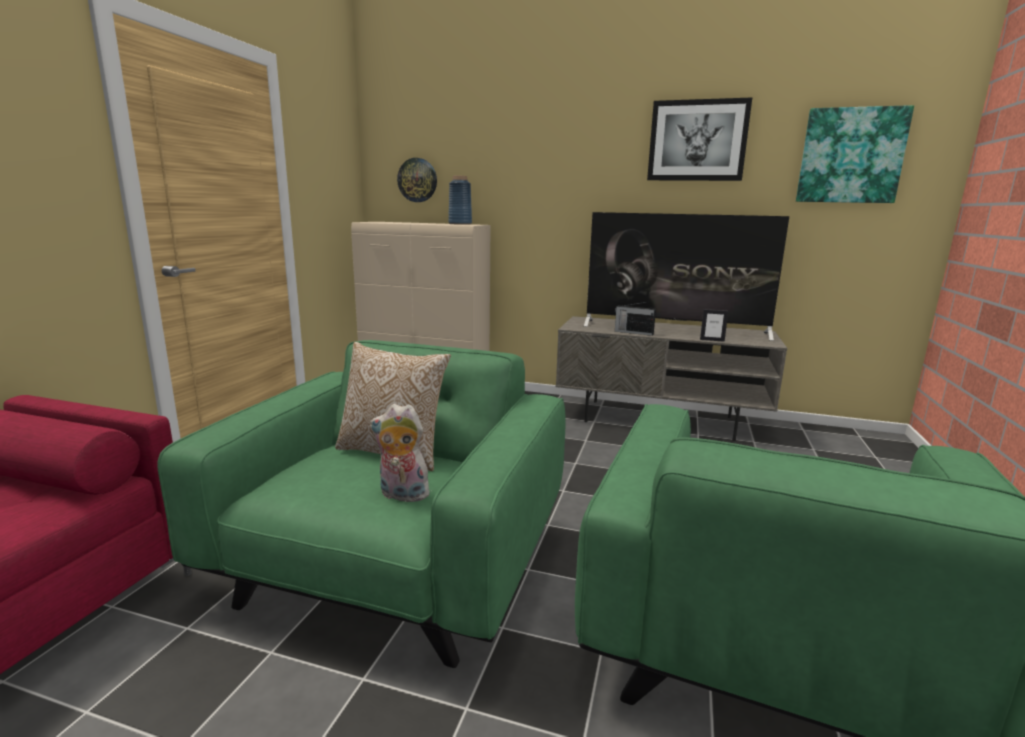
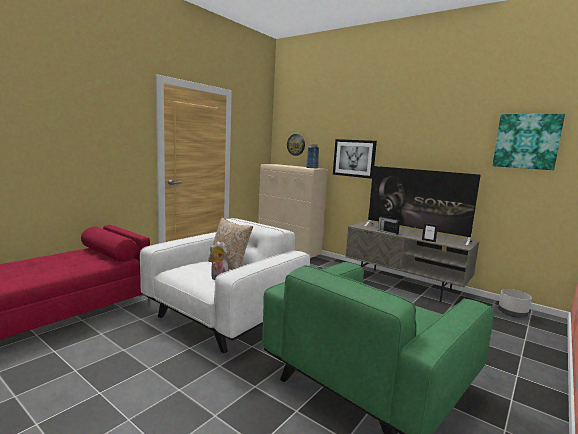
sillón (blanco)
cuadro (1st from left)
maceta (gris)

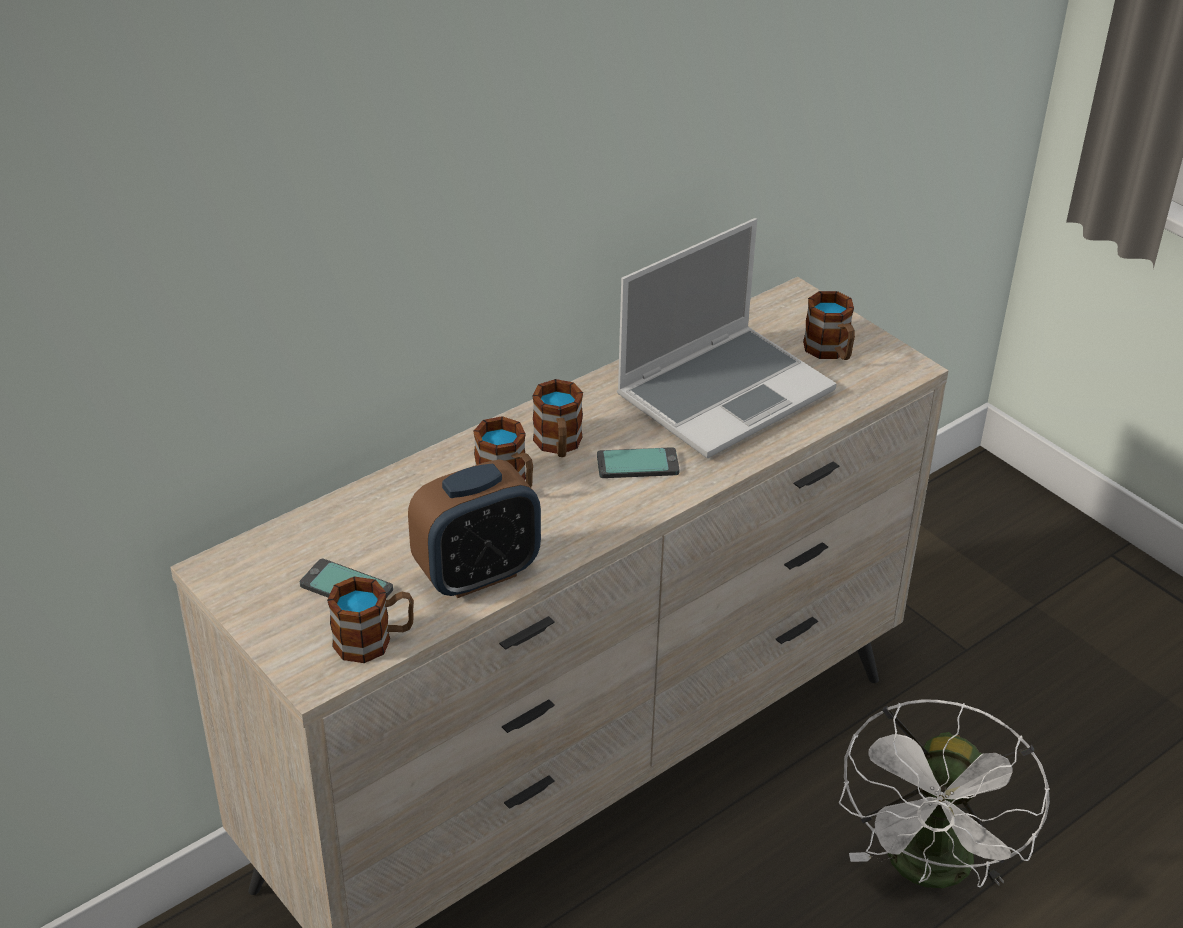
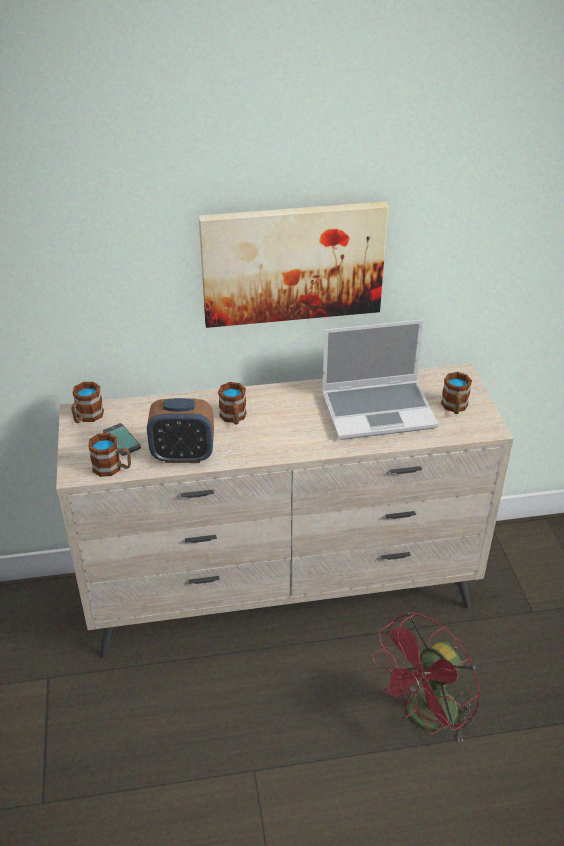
taza grande (1st from left)
móvil (2nd from left in the first image)
ventilador (rojo)
cuadro

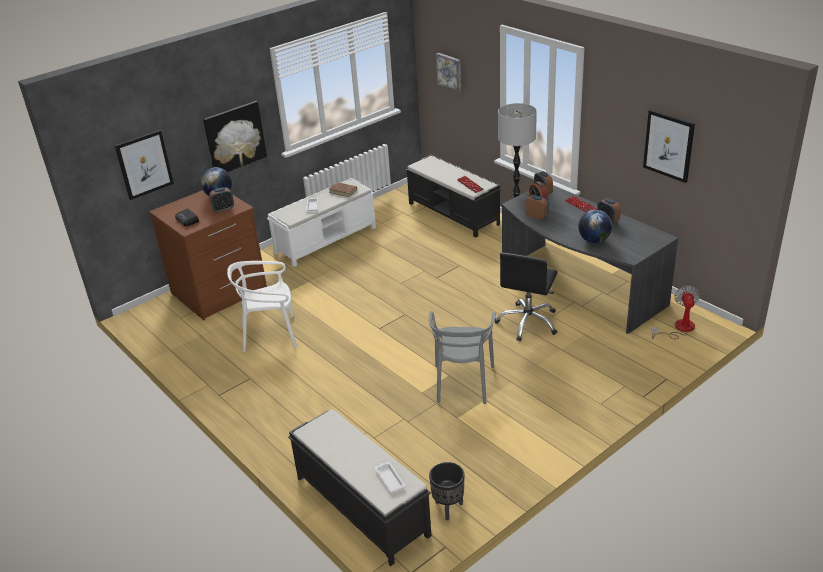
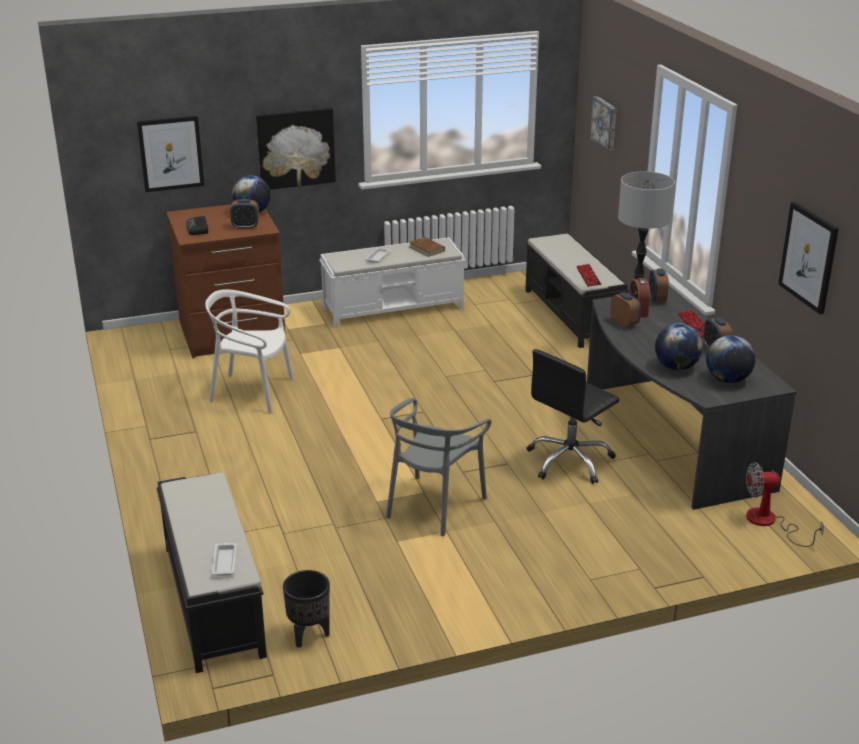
ventilador
globo terráqueo (3rd from left)

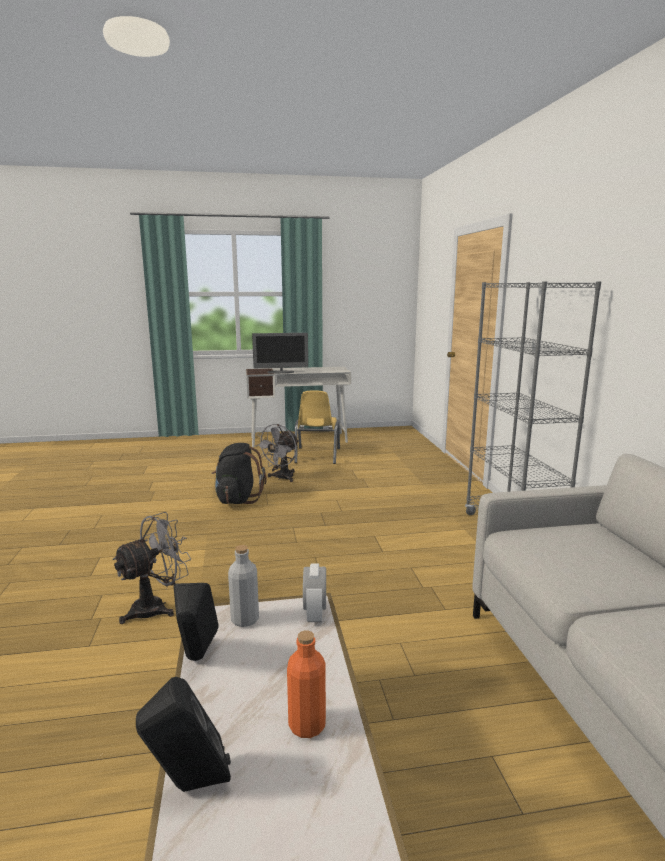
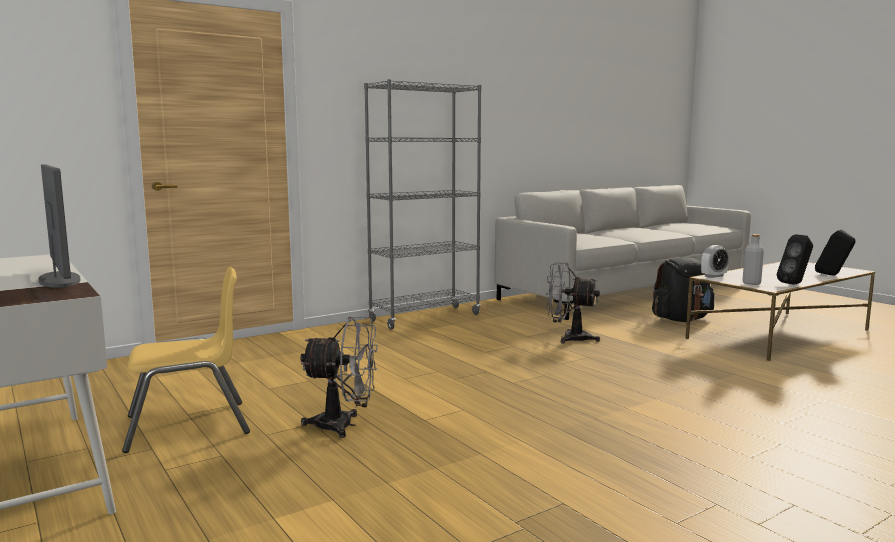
ventilador (gris) (2nd from left)
mochila (negro)
botella (naranja)

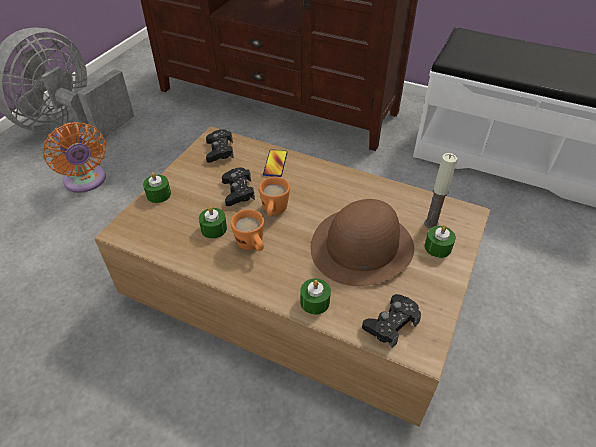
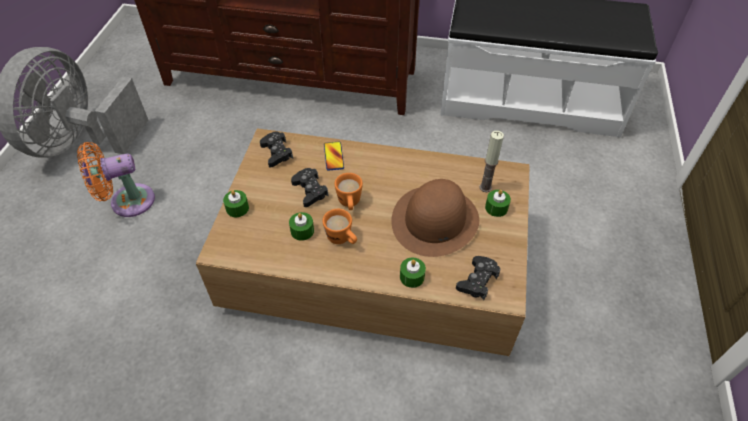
ventilador (naranja)

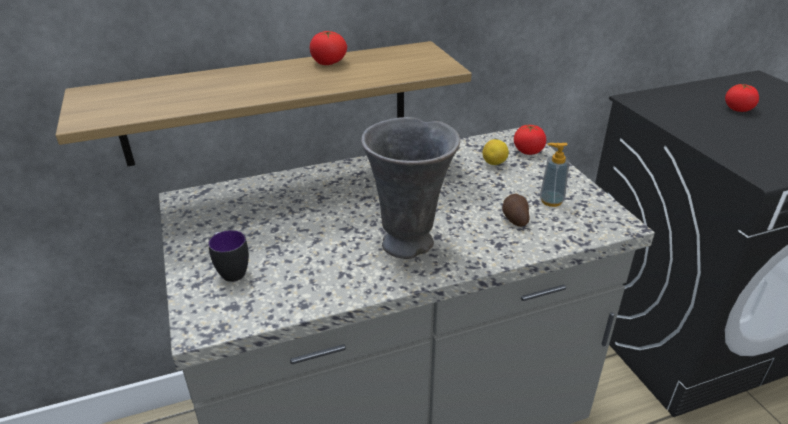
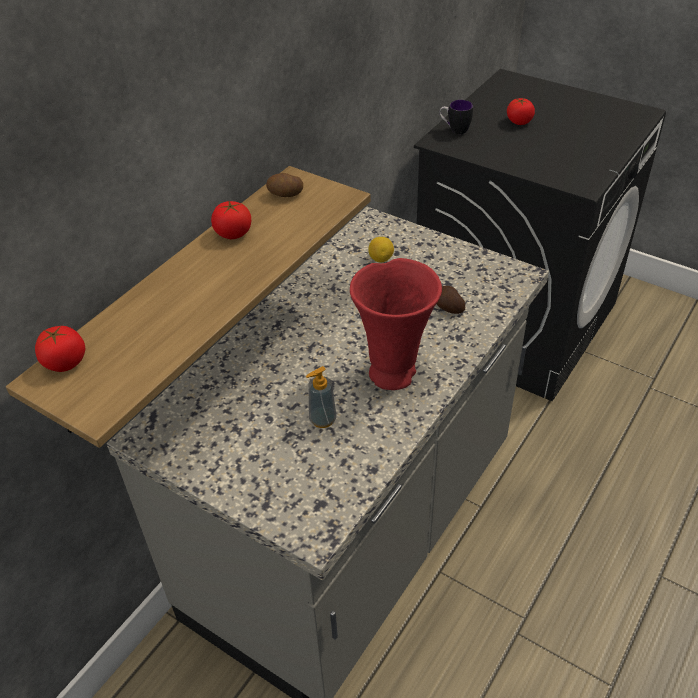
taza grande
florero (rojo)
tomate (1st from left)
dispensador de jabón
patata (1st from left)

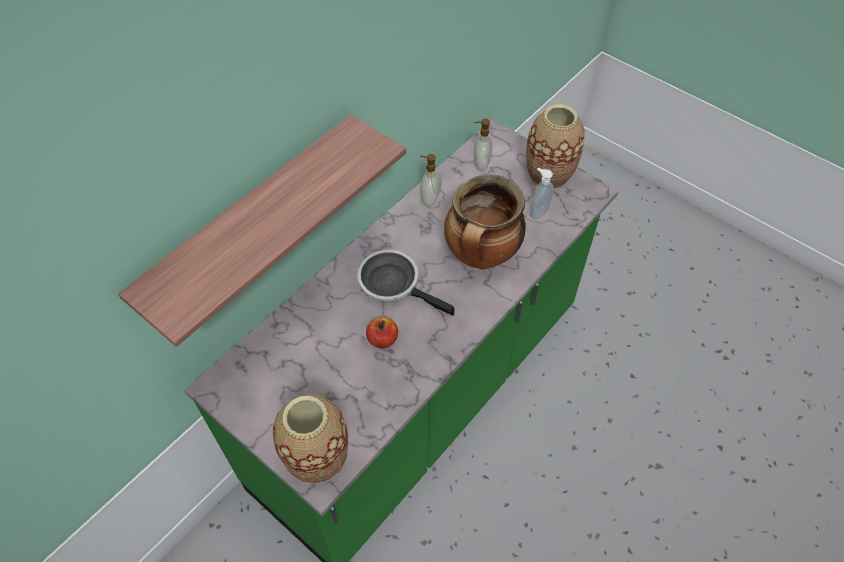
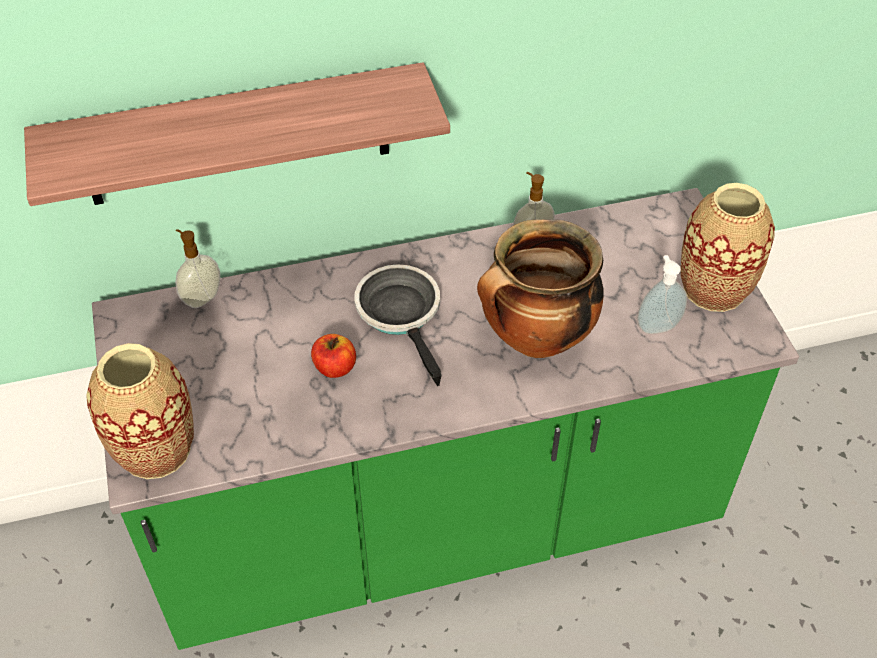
dispensador de jabón (1st from left)

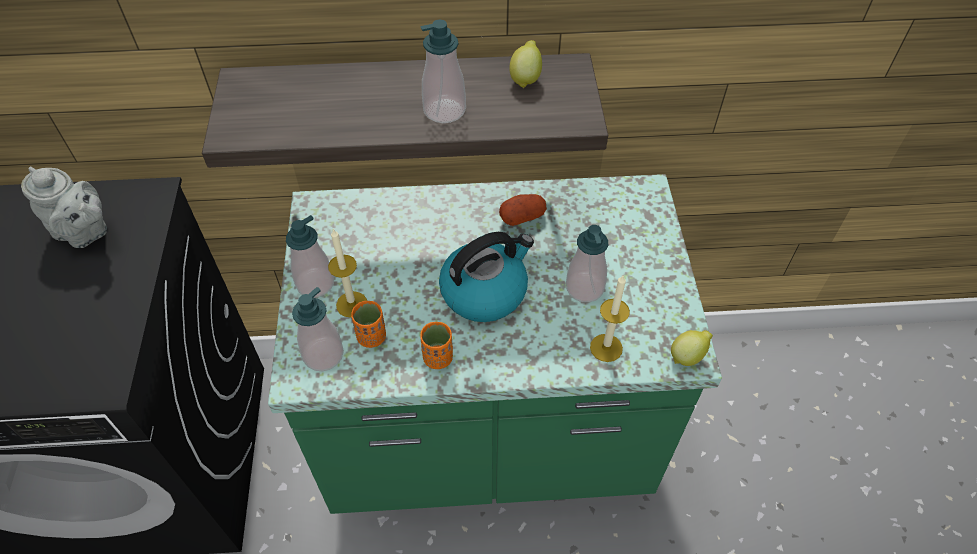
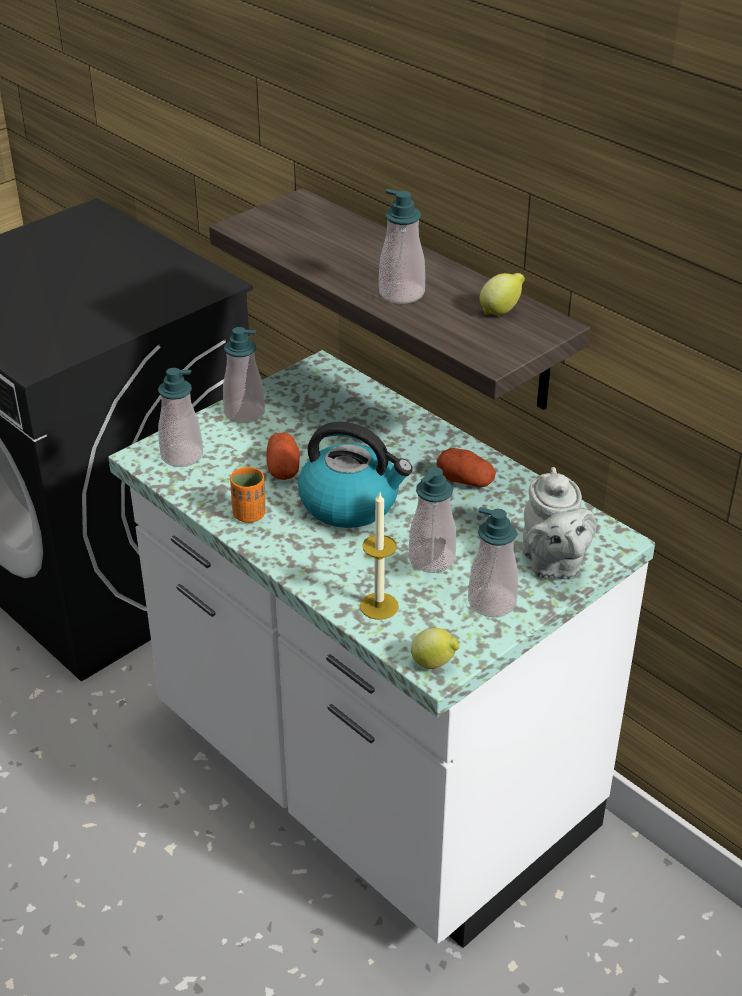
tetera (gris)
mueble bajo de cocina (blanco)
vela (1st from left in the first image)
taza (naranja) (1st from left in the first image)
patata (1st from left)
dispensador de jabón (5th from left)

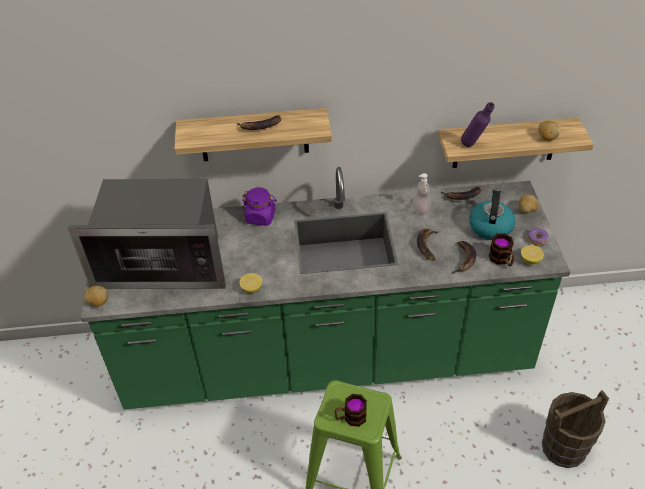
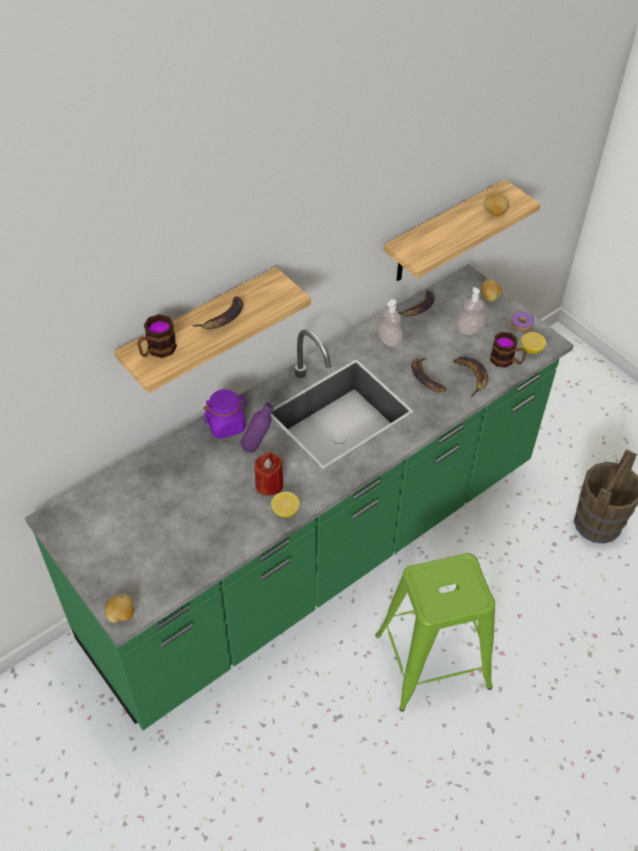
microondas
taza grande (1st from left)
botella (morado)
dispensador de jabón (2nd from left)
vela (rojo)

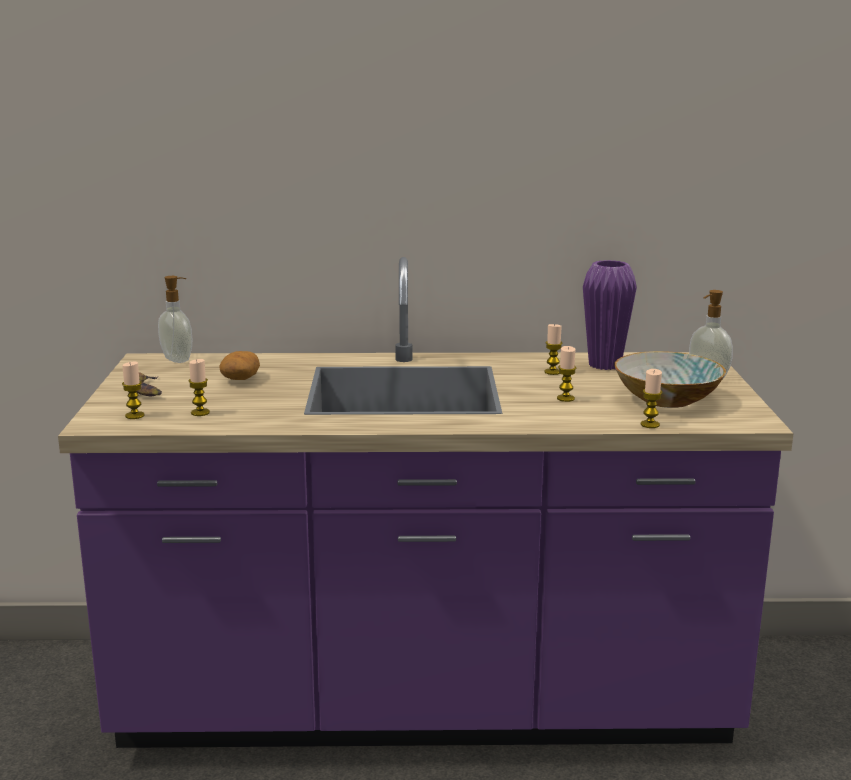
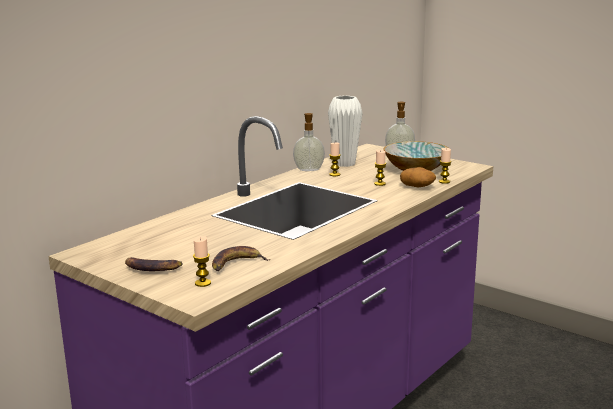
dispensador de jabón (1st from left)
plátano (2nd from left)
patata
florero (blanco)

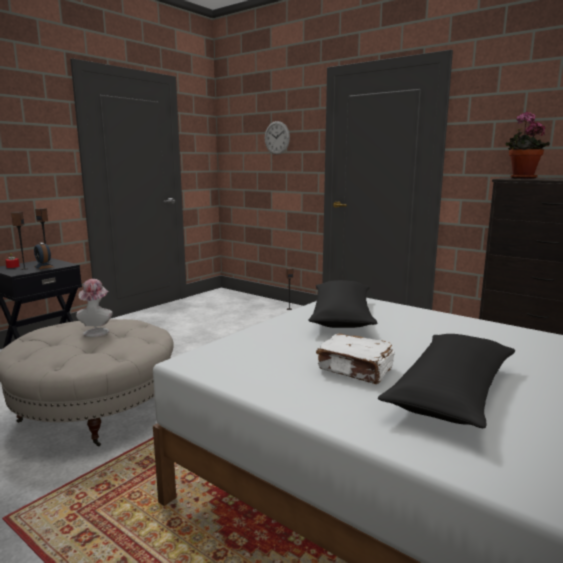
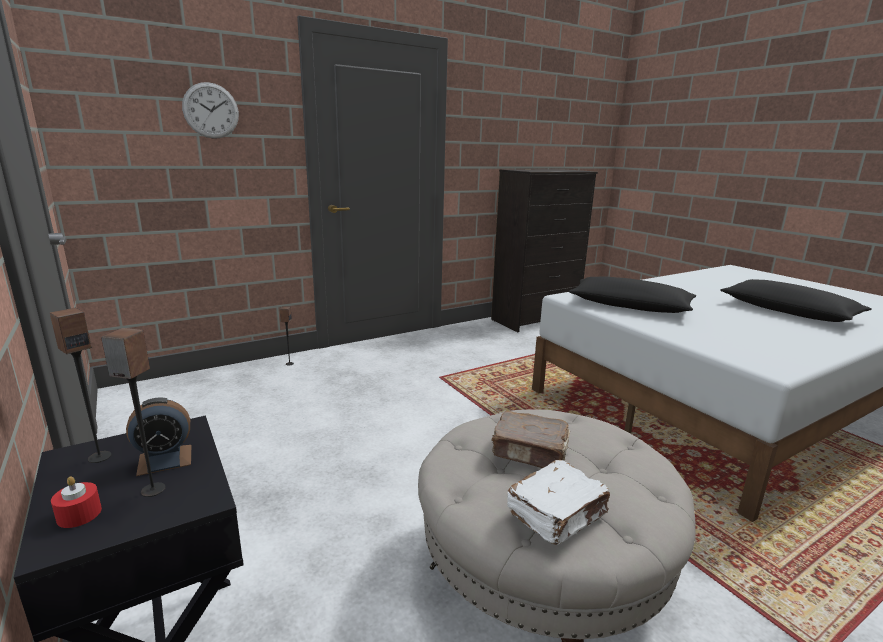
libro (marrón)
libro (blanco)
planta en maceta

